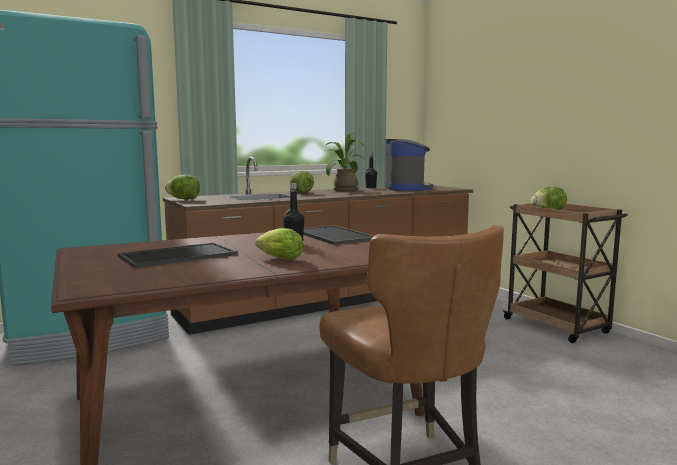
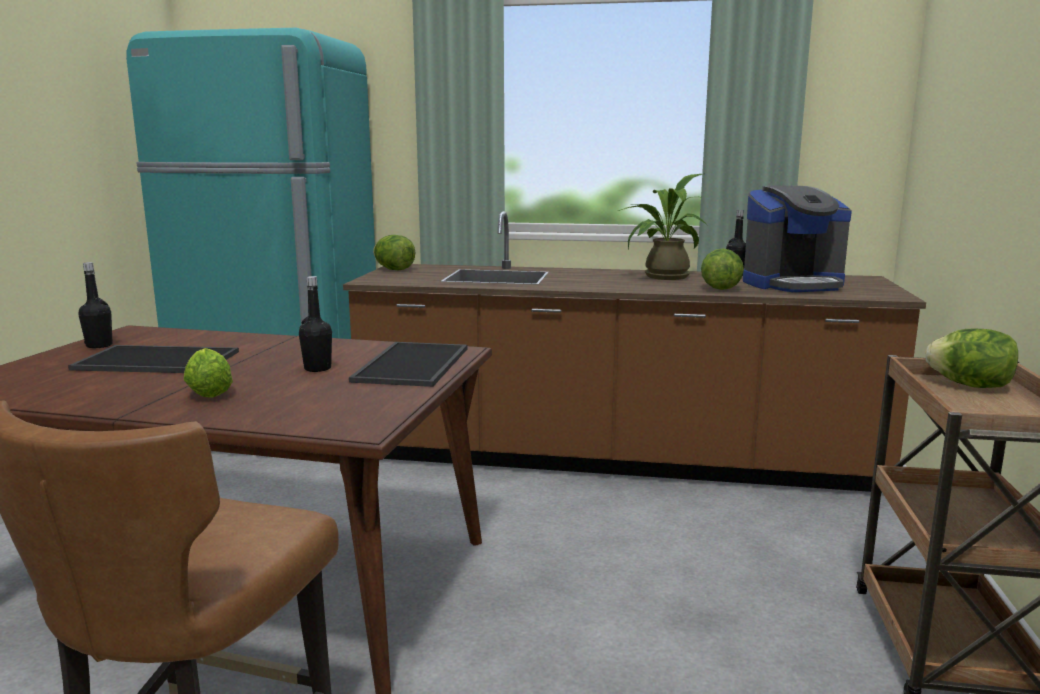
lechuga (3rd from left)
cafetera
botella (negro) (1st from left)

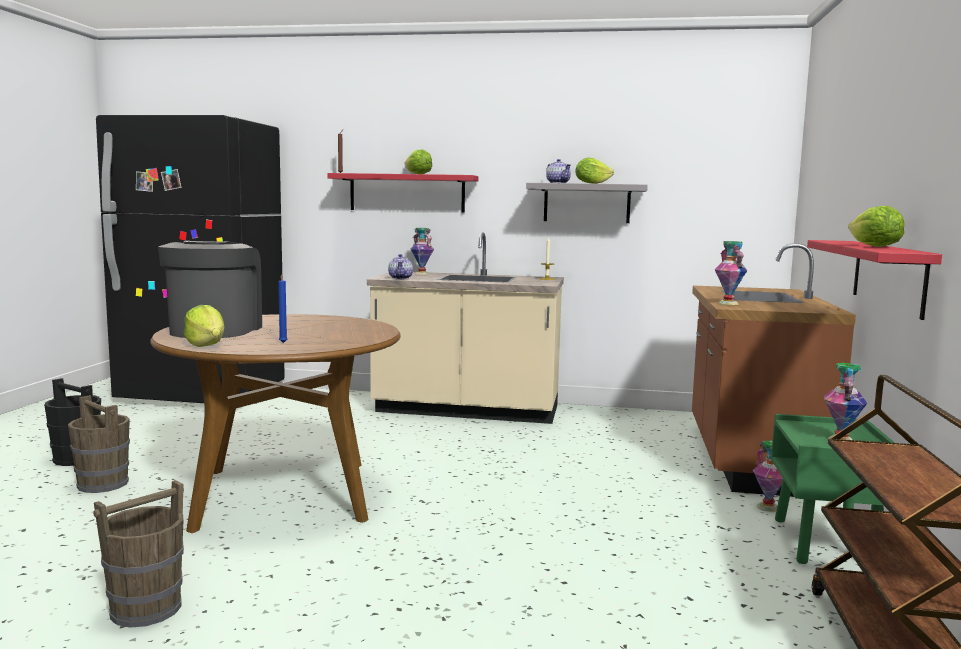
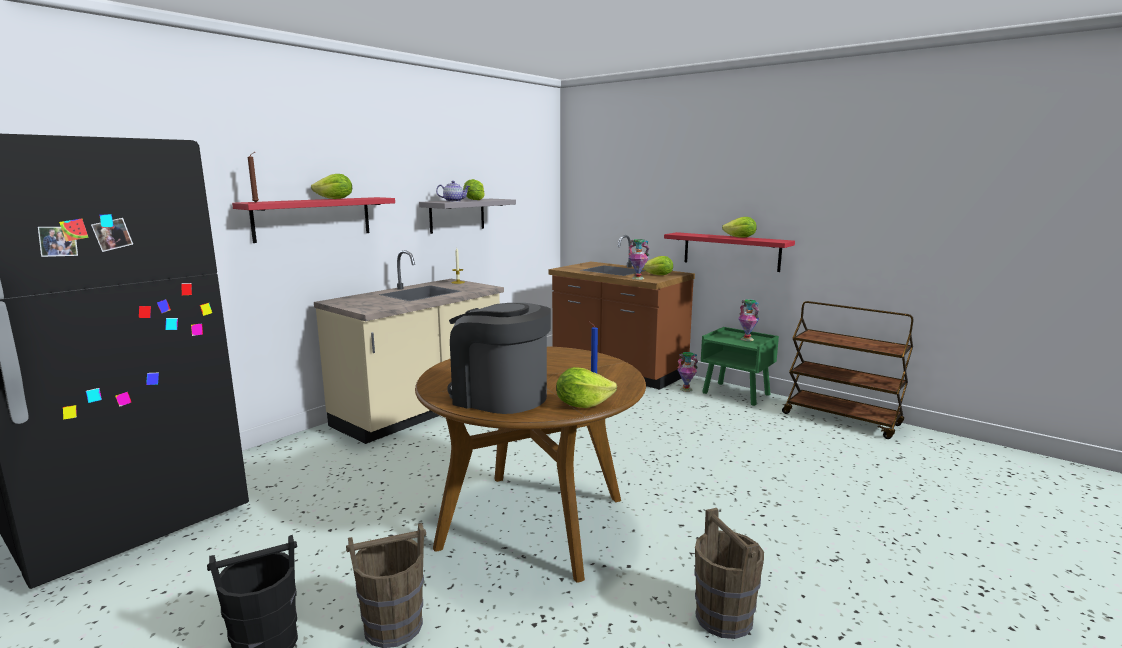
tetera (1st from left in the first image)
florero (1st from left in the first image)
lechuga (4th from left)

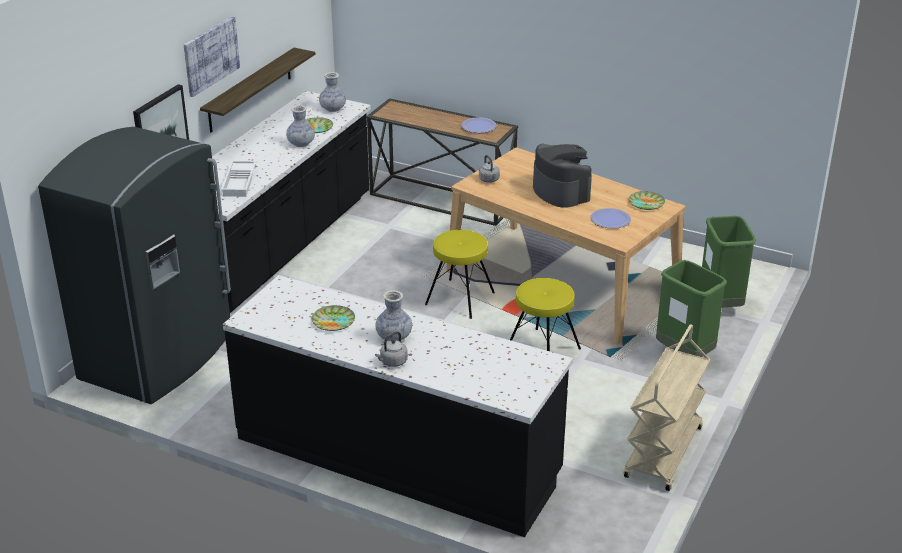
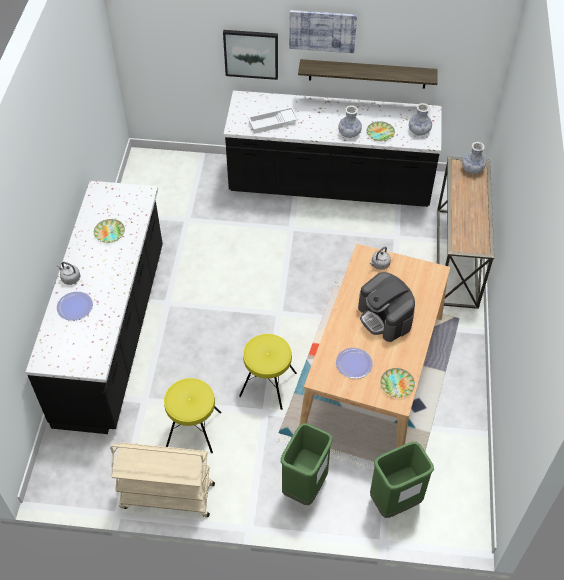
nevera (gris)
florero (3rd from left)
taburete (amarillo) (1st from left)
plato (1st from left)
cafetera

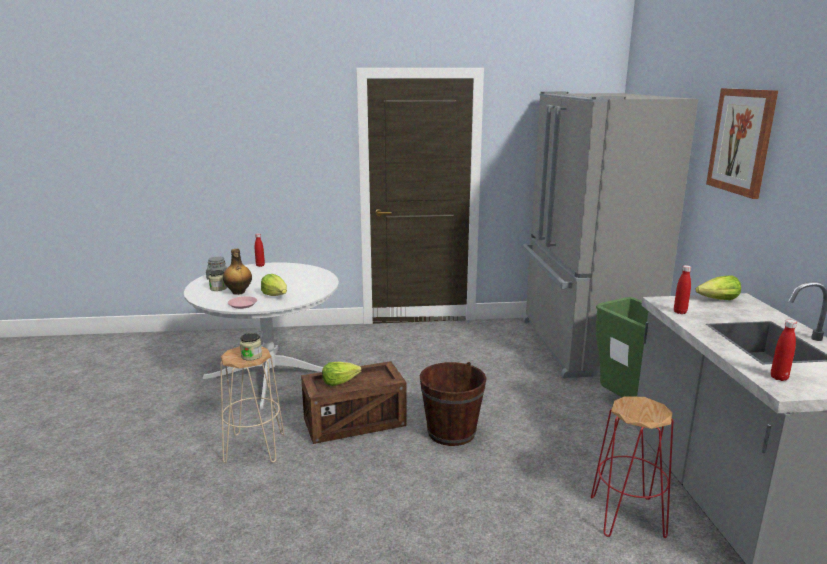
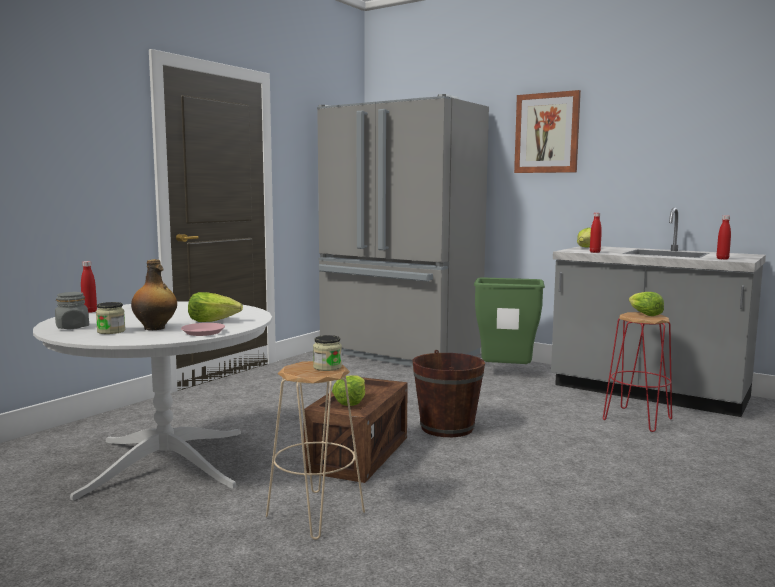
lechuga (4th from left)

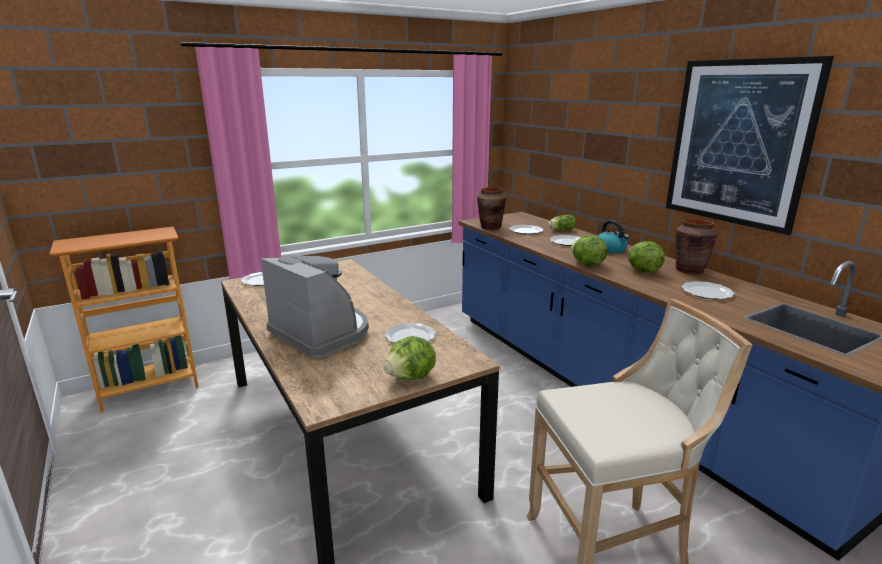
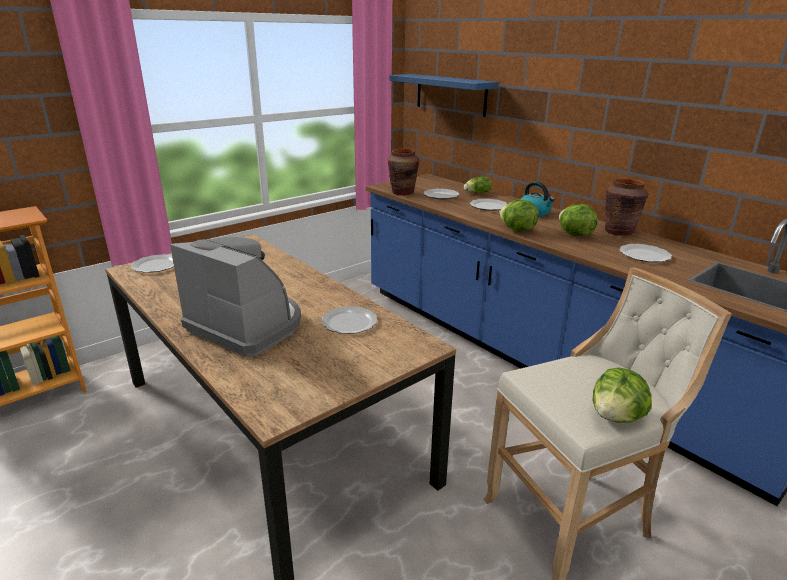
lechuga (4th from left)
cuadro
estante (azul)

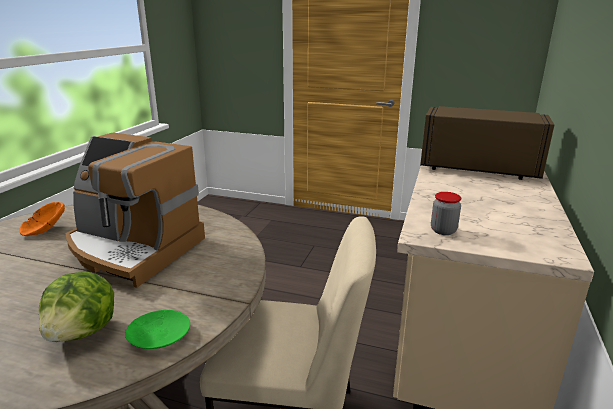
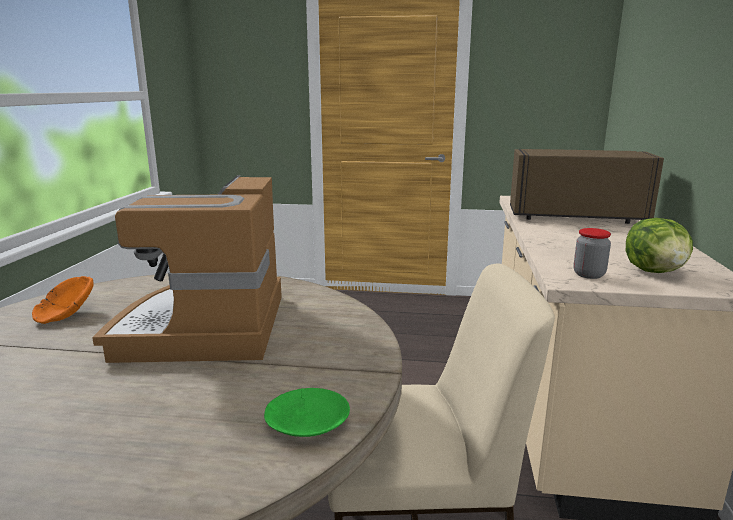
lechuga
cafetera

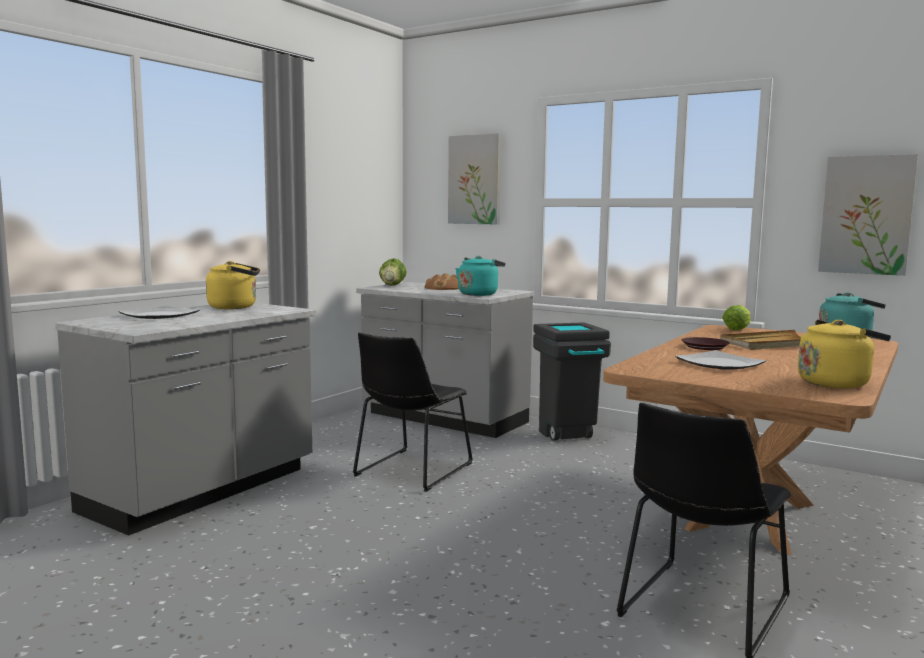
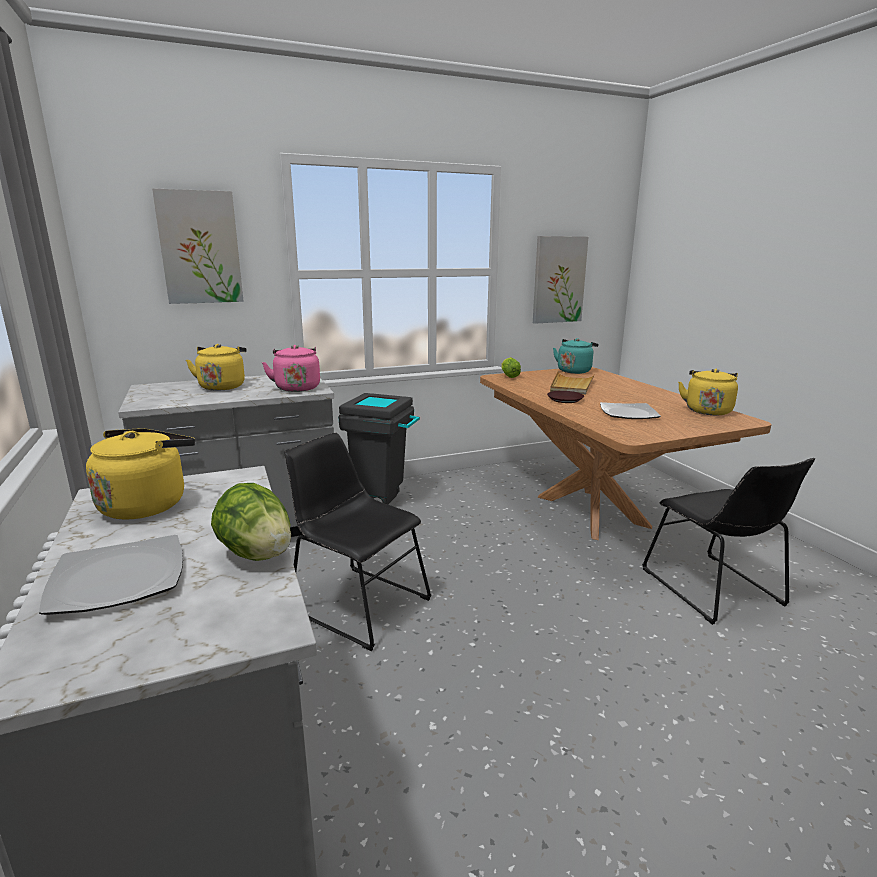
silla (negro) (1st from left)
lechuga (1st from left)
hervidor (amarillo) (2nd from left)
hervidor (rosa)

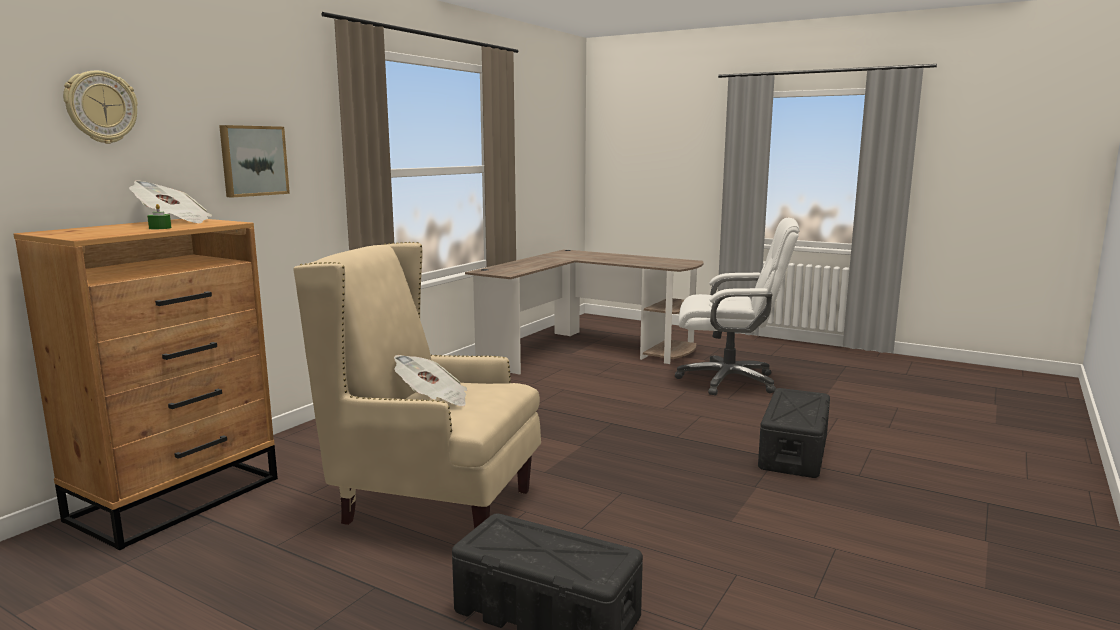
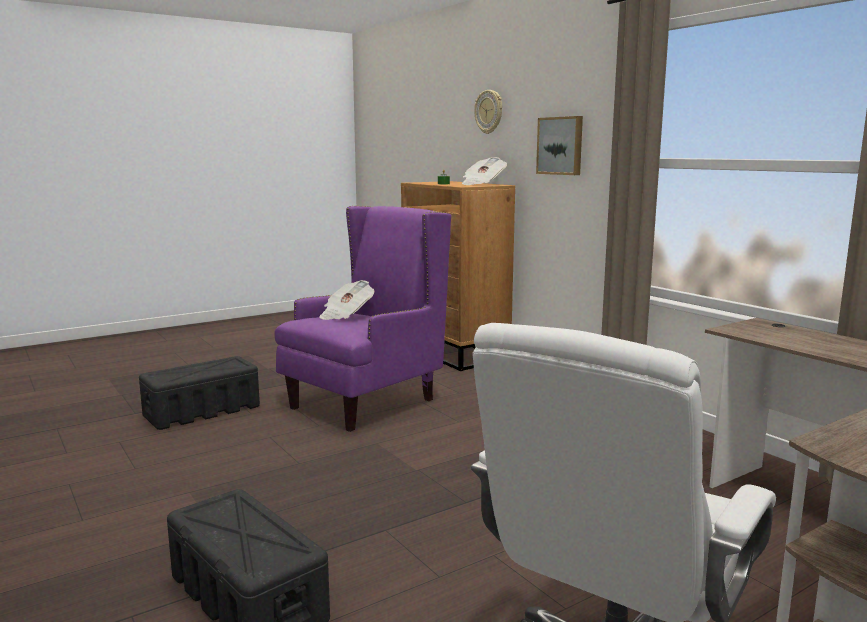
sillón (morado)

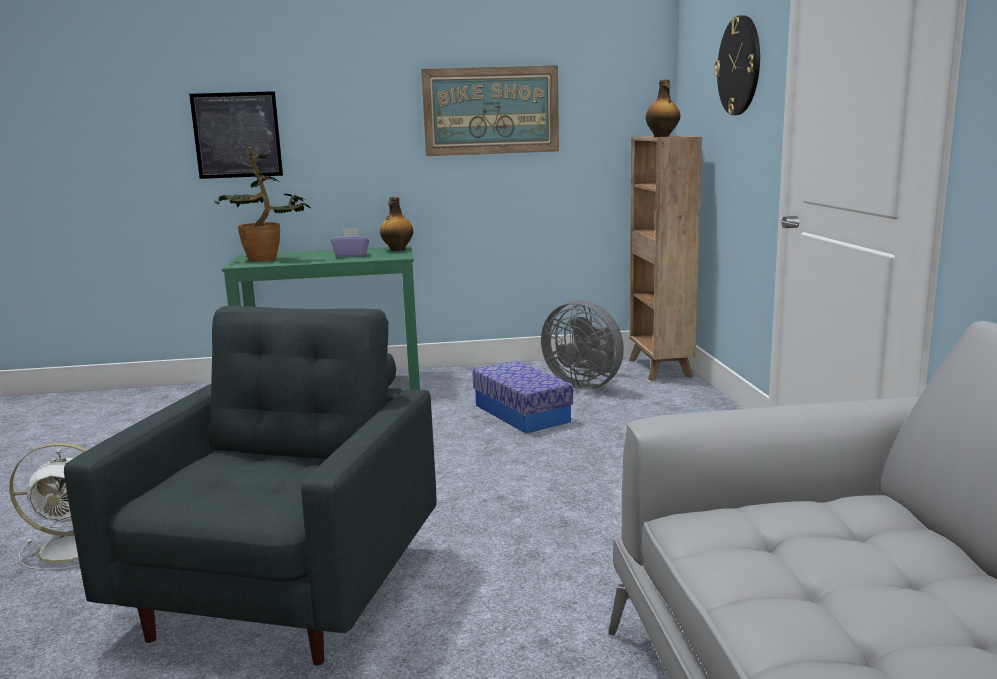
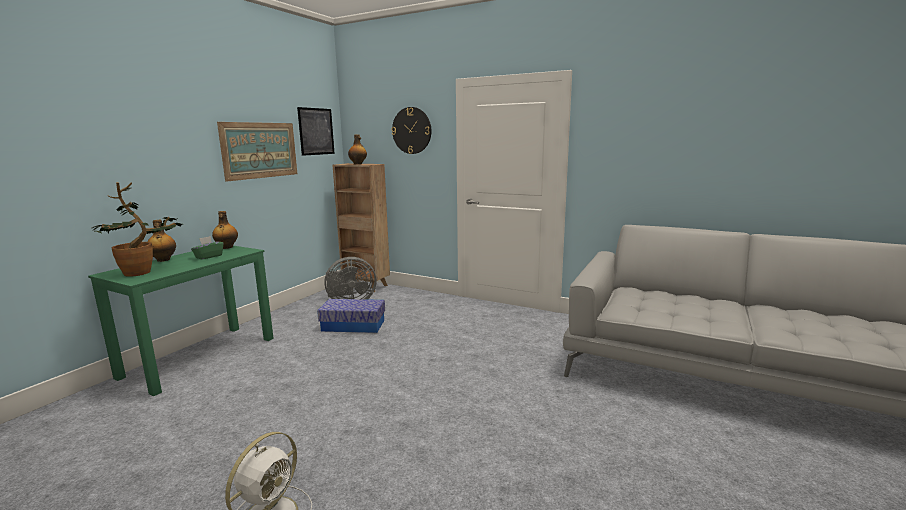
sillón (gris)
cuadro (2nd from left)
caja de pañuelos (verde)
botella (1st from left)

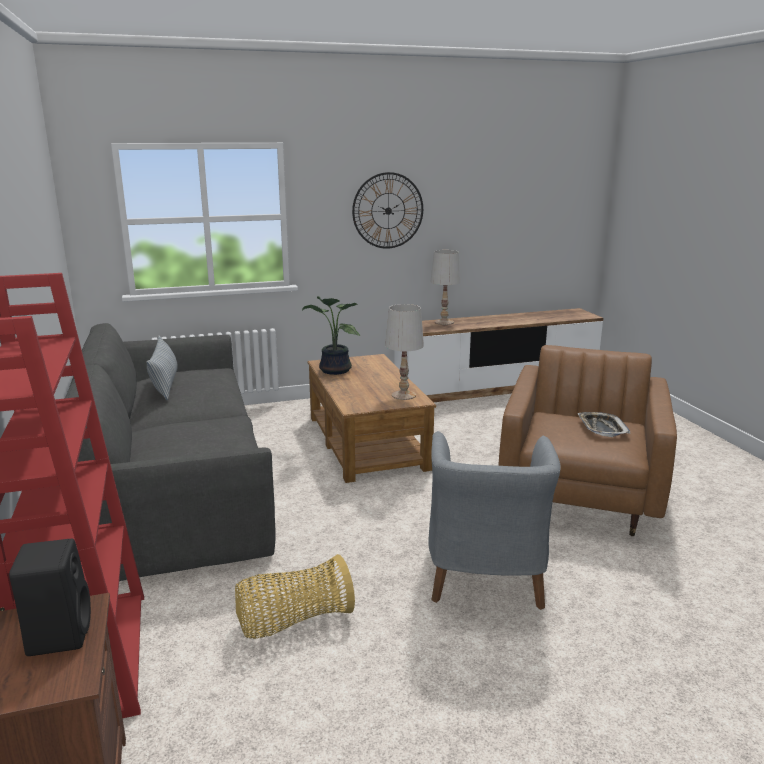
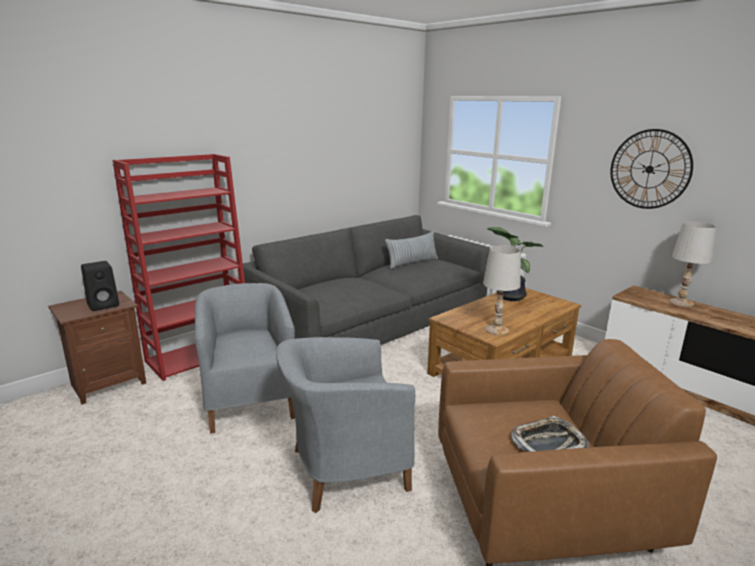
sillón (gris) (1st from left)

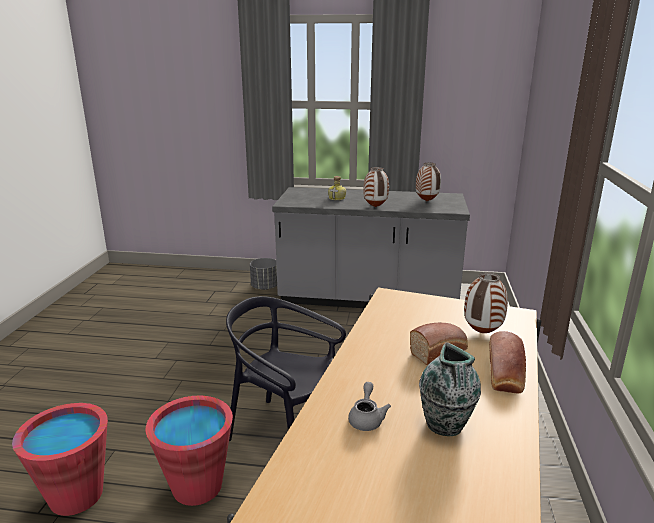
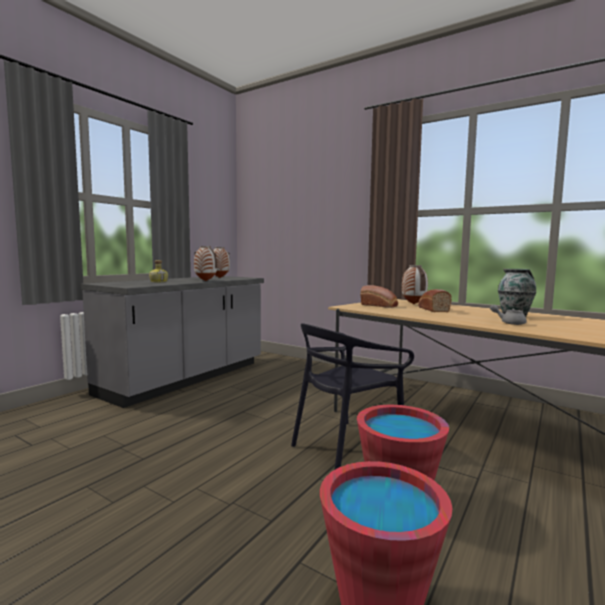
maceta (gris)
pan (1st from left)

